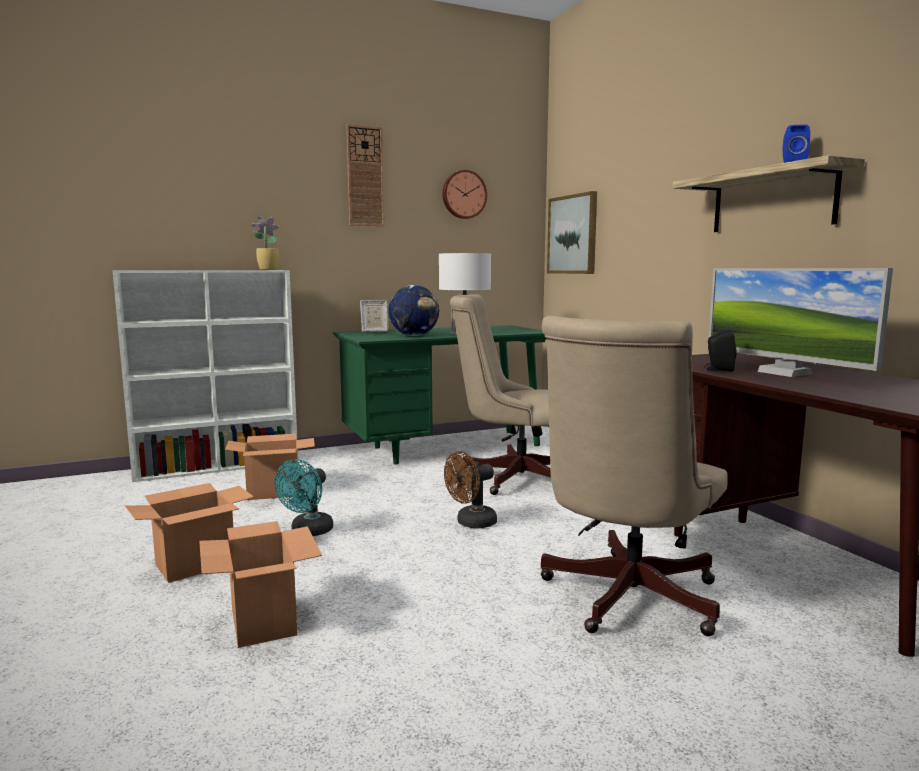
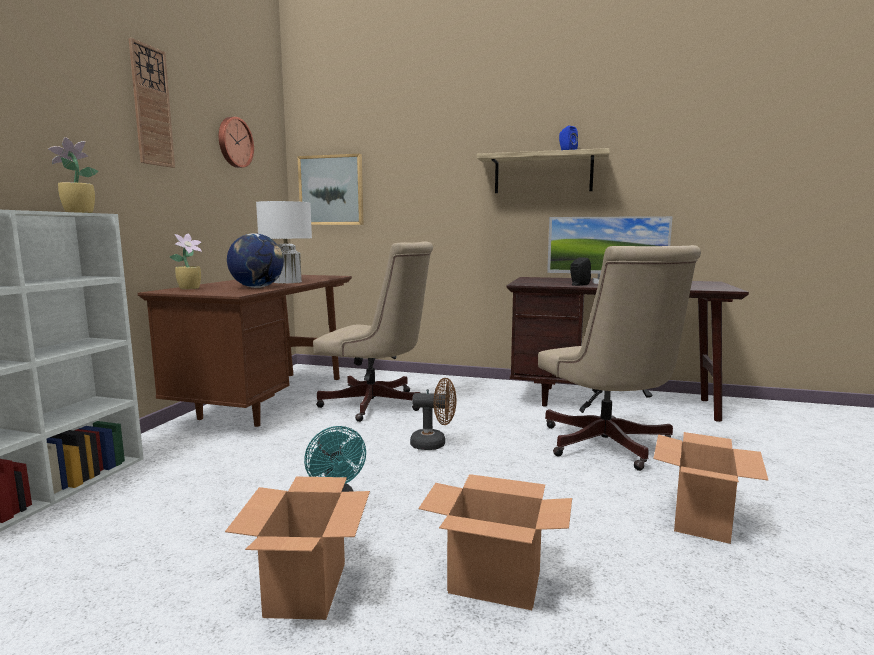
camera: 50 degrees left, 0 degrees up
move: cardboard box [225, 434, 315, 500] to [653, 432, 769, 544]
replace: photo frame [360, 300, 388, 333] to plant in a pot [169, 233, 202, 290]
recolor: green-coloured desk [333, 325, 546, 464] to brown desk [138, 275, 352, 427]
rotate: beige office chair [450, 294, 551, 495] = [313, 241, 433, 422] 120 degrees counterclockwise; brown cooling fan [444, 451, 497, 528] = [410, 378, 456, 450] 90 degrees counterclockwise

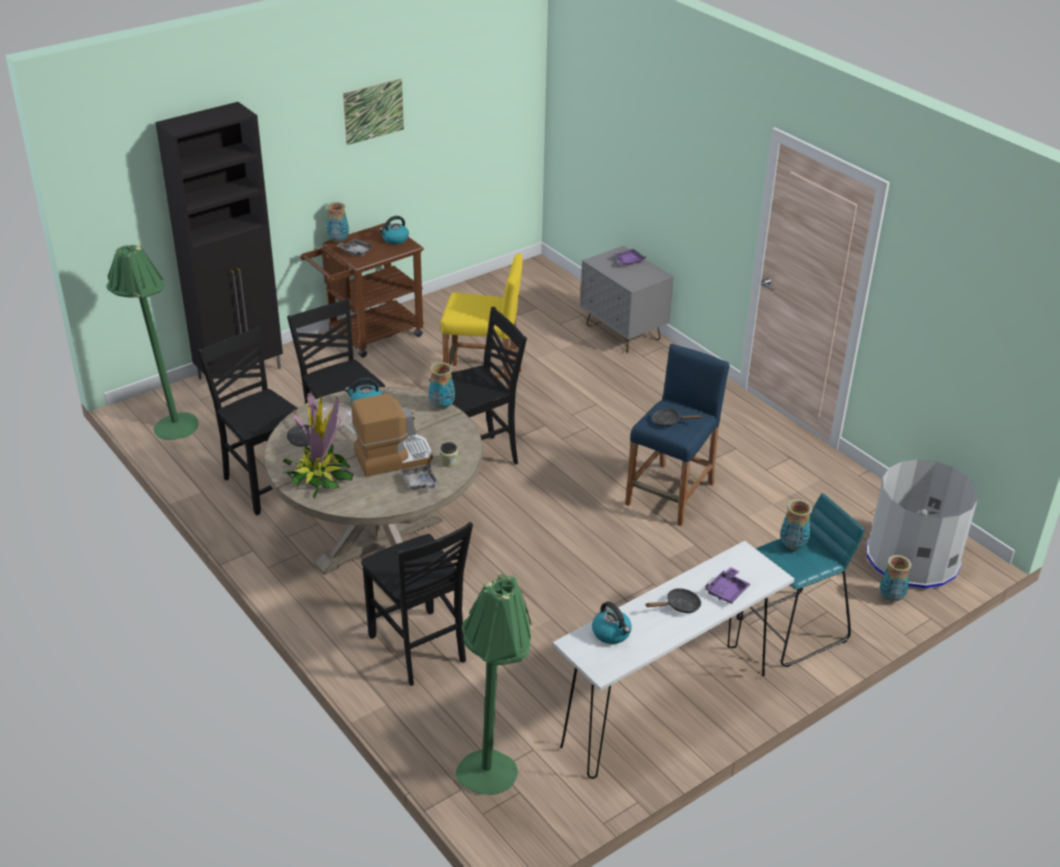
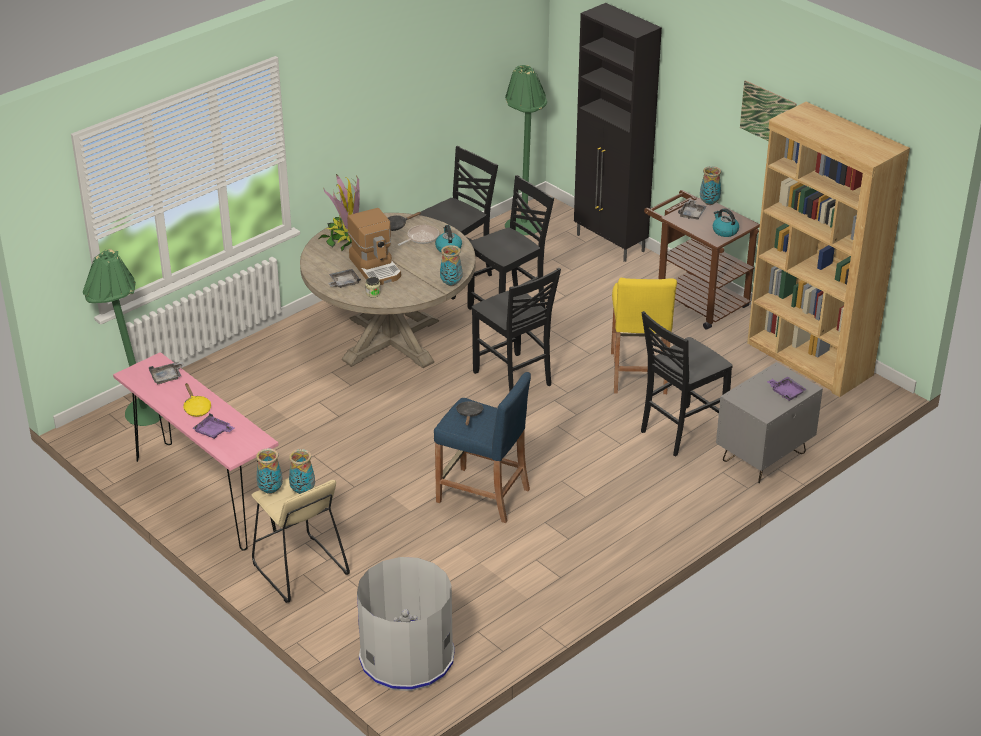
camera: 85 degrees right, 0 degrees up
insert: brown bookshelf [747, 102, 910, 397]
move: black plain chair [361, 522, 473, 686] to [641, 311, 733, 456]; flower vase [880, 555, 911, 602] to [256, 448, 283, 494]
replace: kettle [592, 601, 632, 644] to greyish serving tray [149, 362, 185, 384]
recolor: turquoise-coloured sitting stool [737, 493, 864, 667] to beige sitting stool [252, 478, 350, 603]; white narrow table [553, 541, 794, 779] to pinkish narrow table [113, 352, 278, 551]; black frying pan [645, 588, 701, 613] to yellow-coloured frying pan [183, 383, 211, 417]

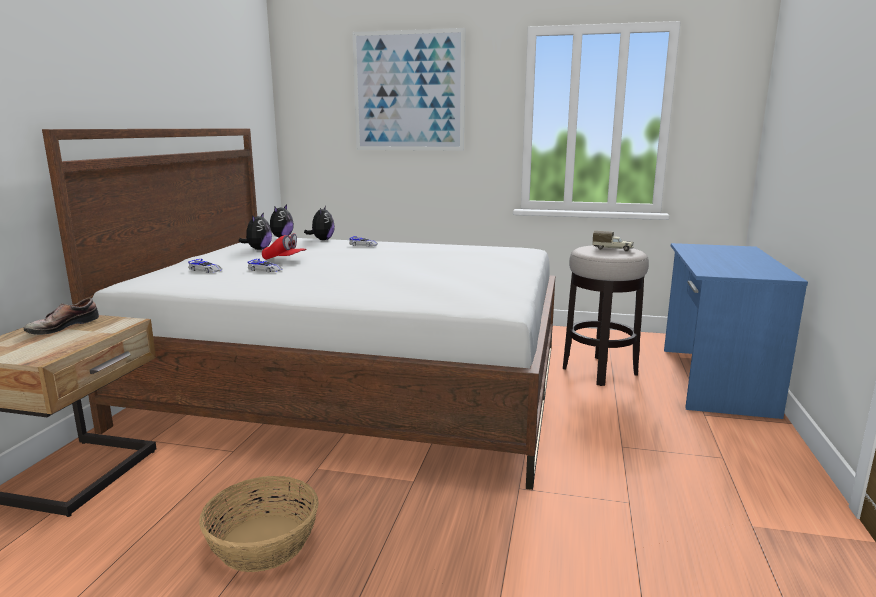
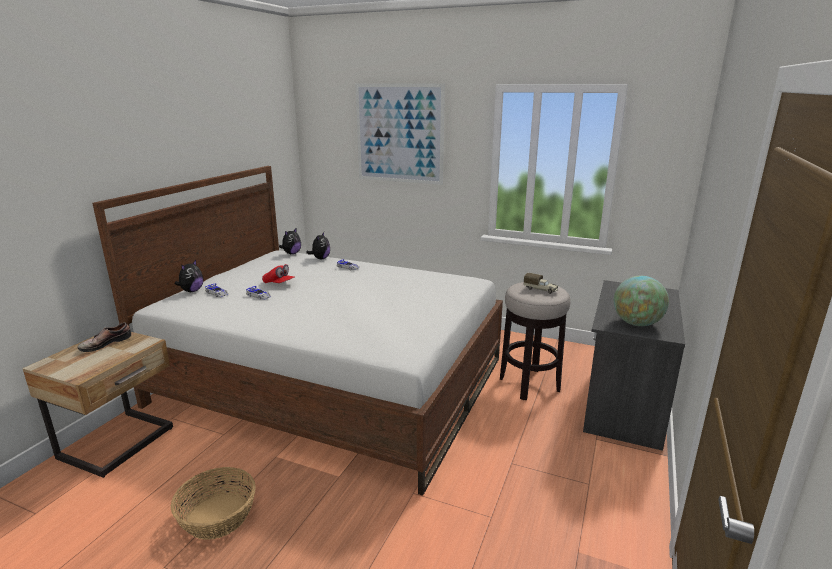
camera: 10 degrees right, 5 degrees up
insert: globe [614, 276, 669, 326]
move: plush toy [239, 212, 272, 250] to [175, 260, 203, 292]
recolor: blue desk [664, 243, 808, 419] to greyish desk [583, 280, 685, 451]

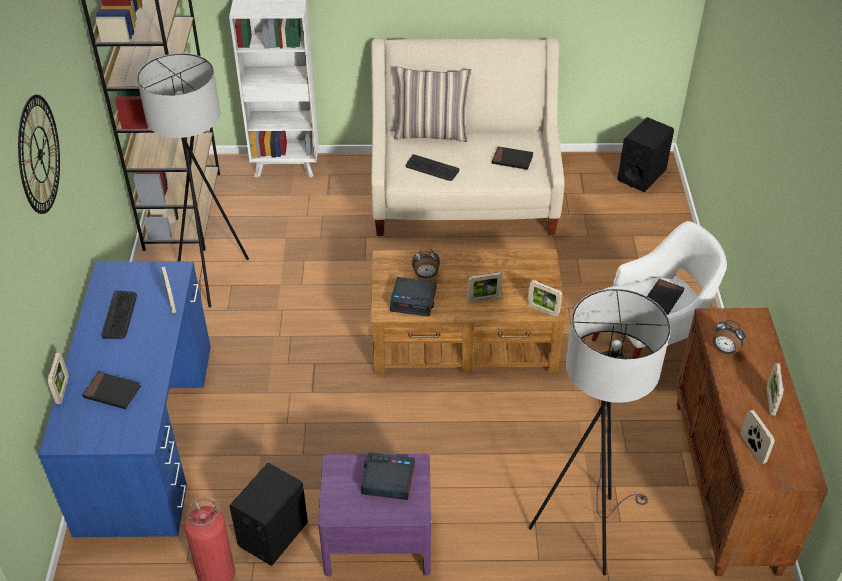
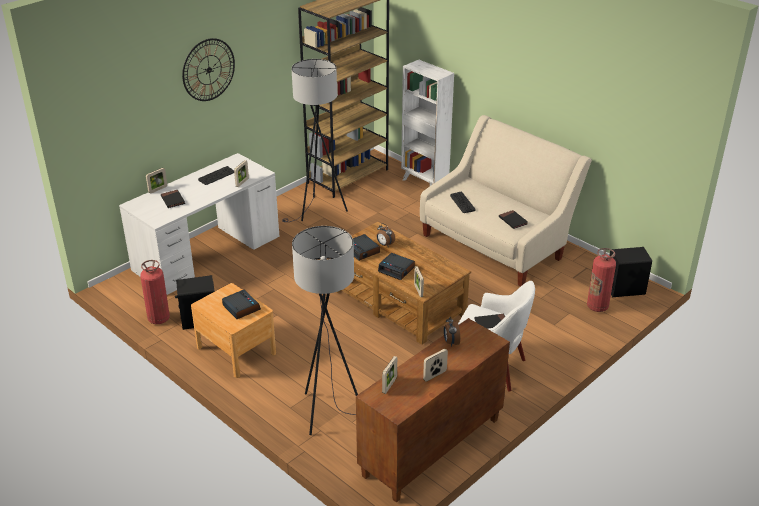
camera: 45 degrees right, 10 degrees down
delete: pillow [394, 67, 472, 142]
insert: extinguisher [587, 248, 616, 312]
replace: photo frame [468, 272, 503, 303] to table clock [378, 253, 415, 280]
recolor: blue desk [38, 261, 211, 537] to white desk [119, 153, 279, 295]; purple-coloured night table [318, 454, 431, 576] to brown night table [191, 283, 276, 378]

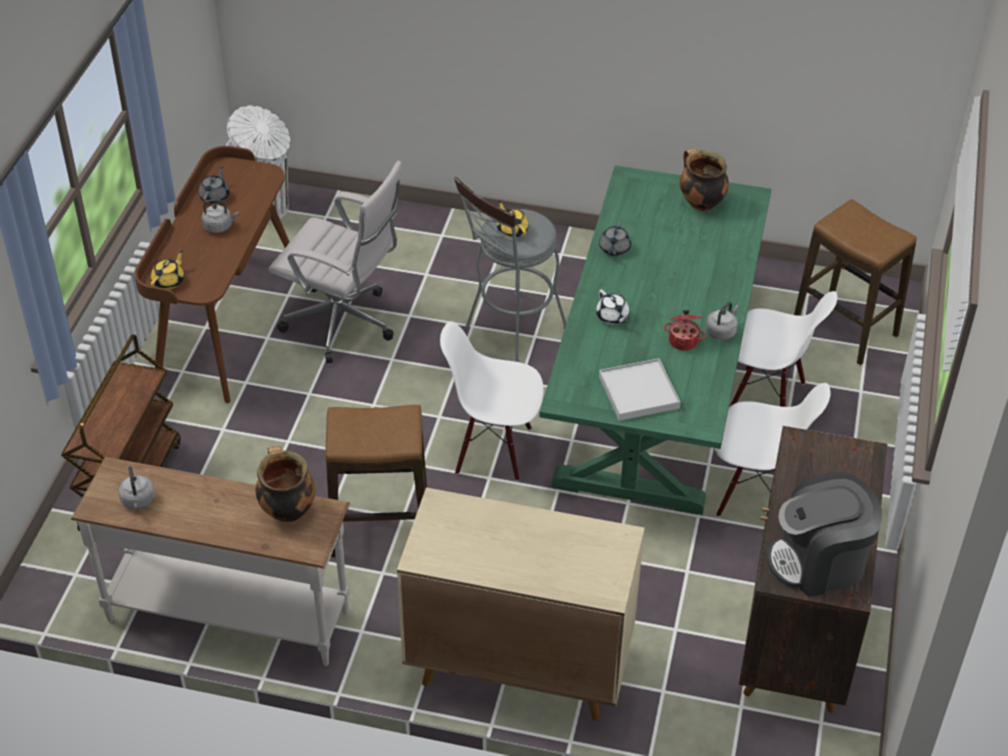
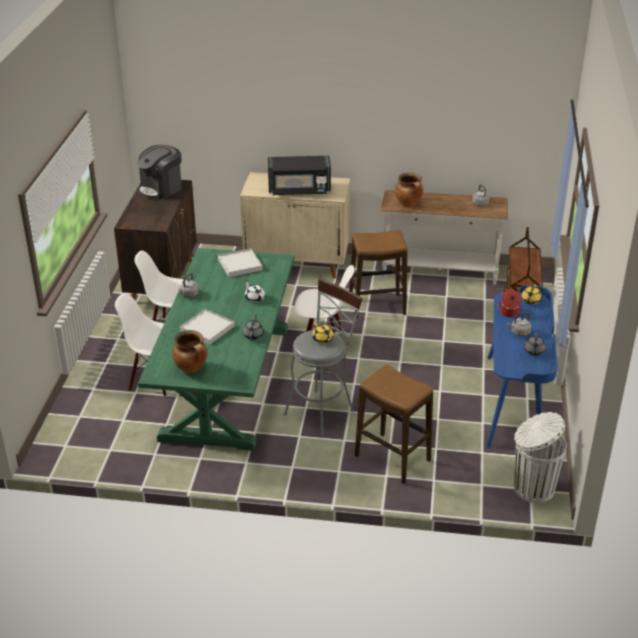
camera: 175 degrees right, 10 degrees down
delete: white office chair [269, 161, 404, 363]
insert: black microwave oven [268, 155, 331, 195]; white serving tray [180, 309, 235, 345]
move: sitting stool [794, 199, 917, 365] to [355, 364, 433, 484]; stockpot [664, 310, 706, 351] to [497, 289, 523, 317]
recolor: brown desk [134, 146, 290, 403] to blue desk [486, 285, 558, 448]
rotate: coffee machine [768, 472, 882, 597] = [137, 145, 182, 199] 150 degrees clockwise

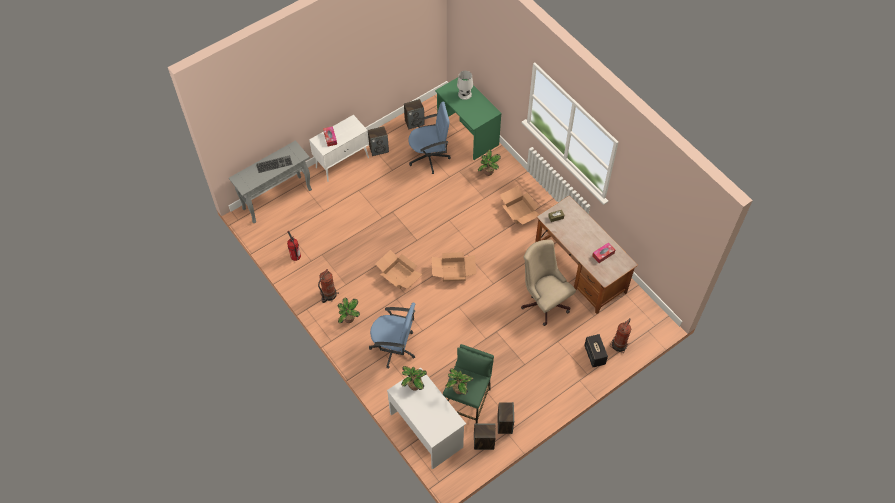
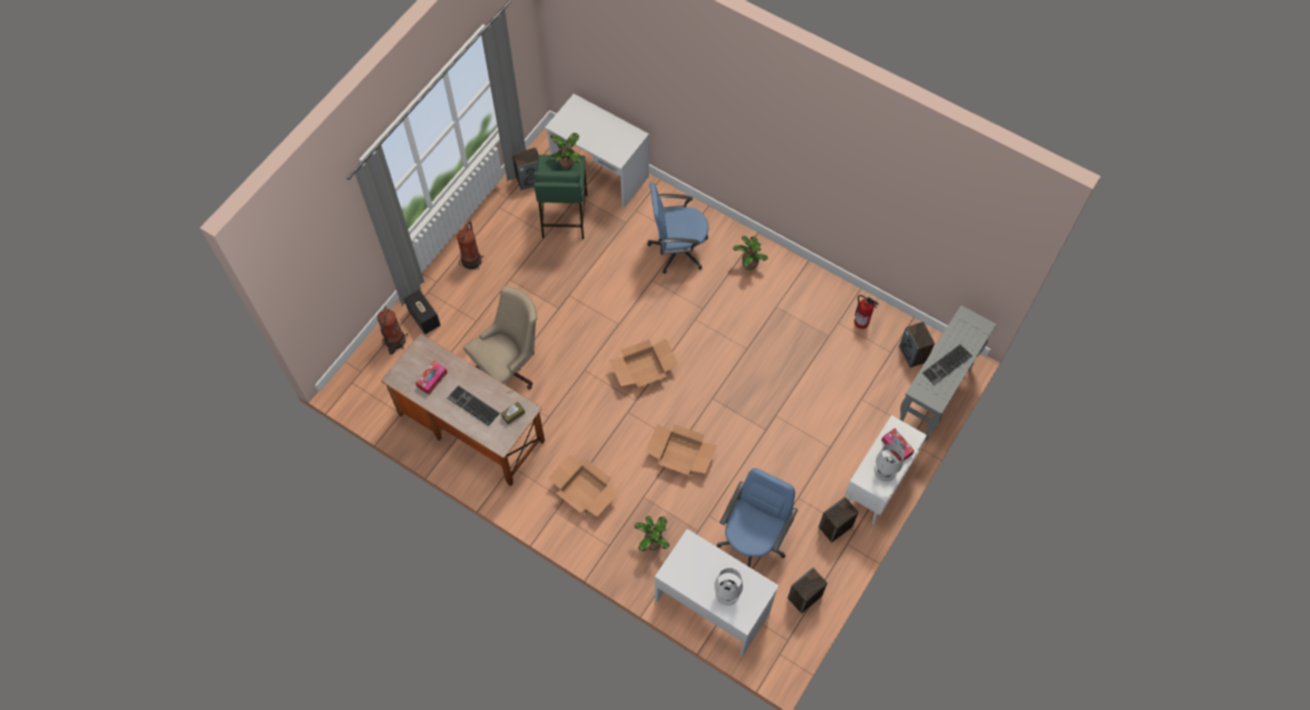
camera: 160 degrees right, 5 degrees up
delete: plant in a pot [401, 366, 427, 391]
insert: keyboard [447, 385, 500, 427]; white table lamp [874, 443, 904, 482]
move: cardboard box [376, 250, 422, 289] to [645, 424, 717, 475]; extinguisher [318, 269, 339, 303] to [457, 221, 483, 270]; loudspeaker [497, 402, 514, 434] to [899, 322, 935, 368]
recolor: green-coloured desk [435, 77, 502, 160] to white desk [655, 529, 779, 657]
rotate: blue office chair [408, 102, 451, 174] = [717, 468, 798, 567] 150 degrees clockwise; beige office chair [521, 240, 576, 326] = [463, 286, 537, 390] 75 degrees counterclockwise

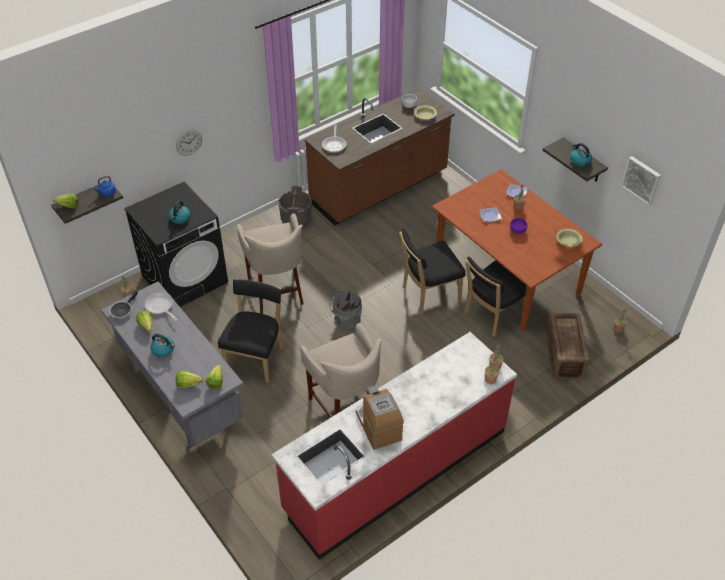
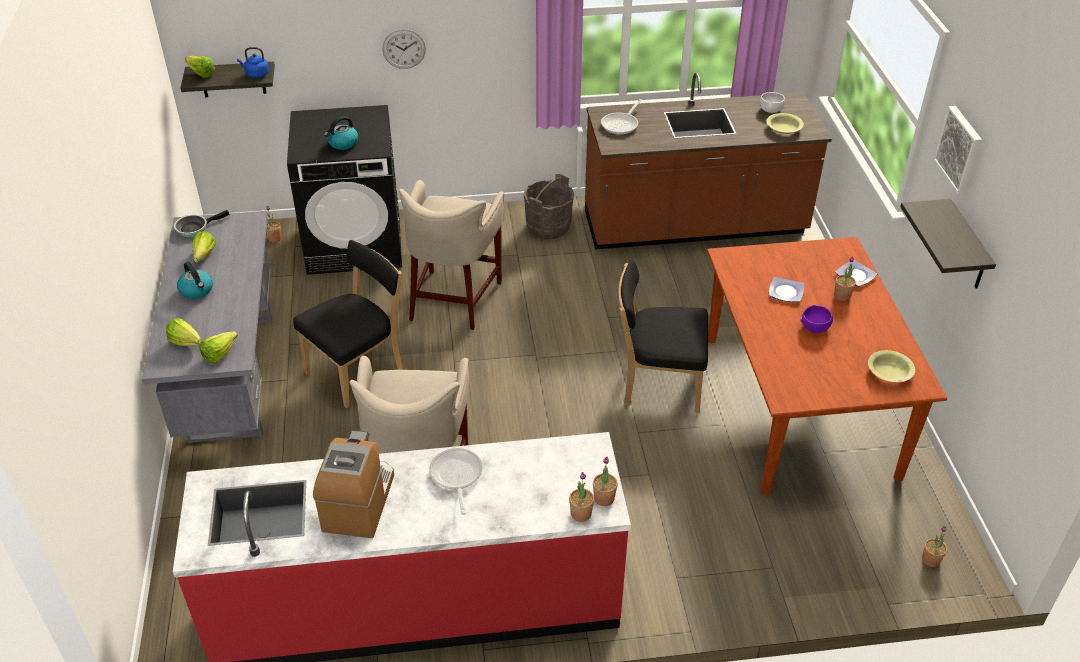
camera: 30 degrees right, 5 degrees down
delete: kettle [570, 143, 592, 166]; black plain chair [464, 256, 527, 337]; greyish water bucket [330, 291, 362, 329]; shipping crate [546, 313, 589, 379]
move: wall art [621, 156, 661, 205] to [933, 106, 982, 194]; frying pan [145, 293, 177, 321] to [429, 448, 483, 515]

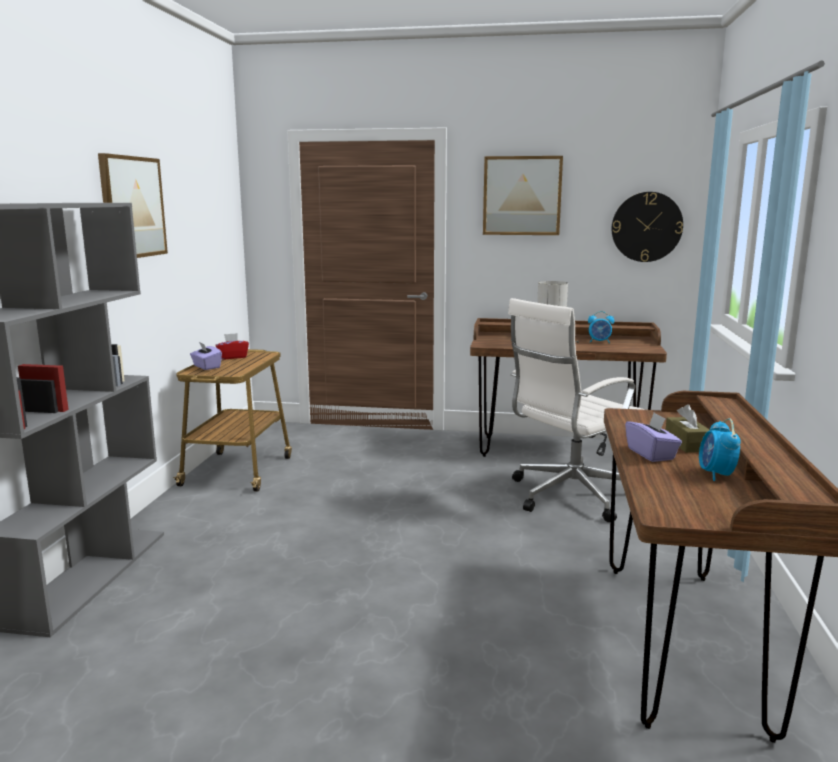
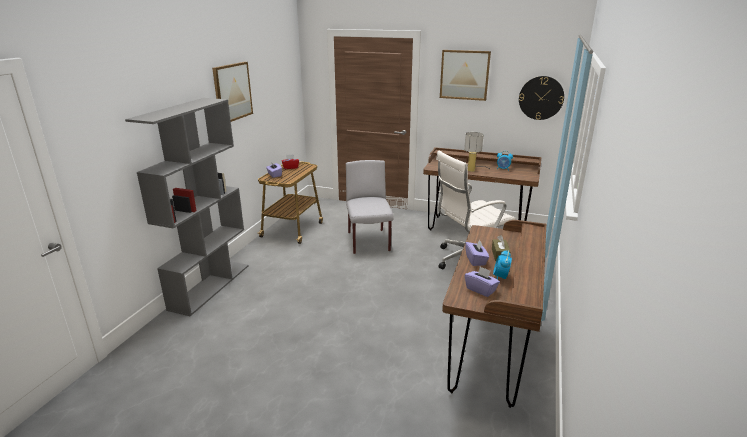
camera: 10 degrees right, 10 degrees up
insert: greyish plain chair [346, 160, 394, 254]; purple-coloured tissue box [465, 267, 500, 297]

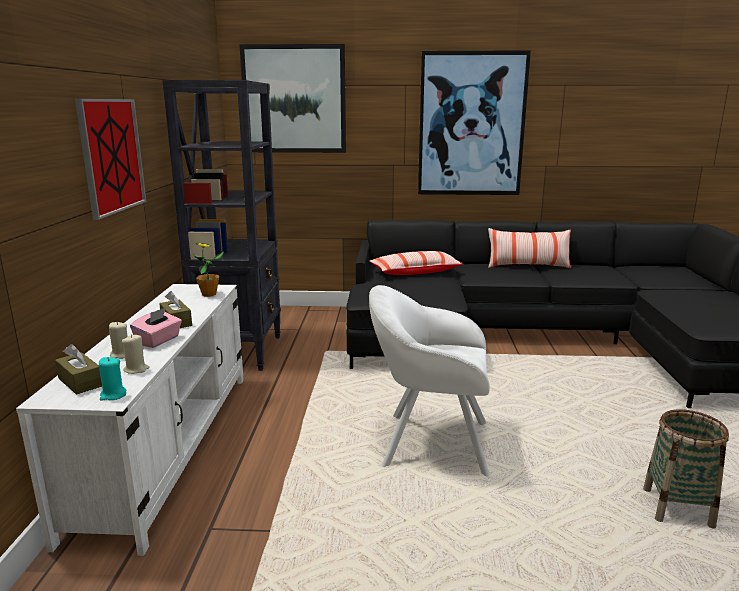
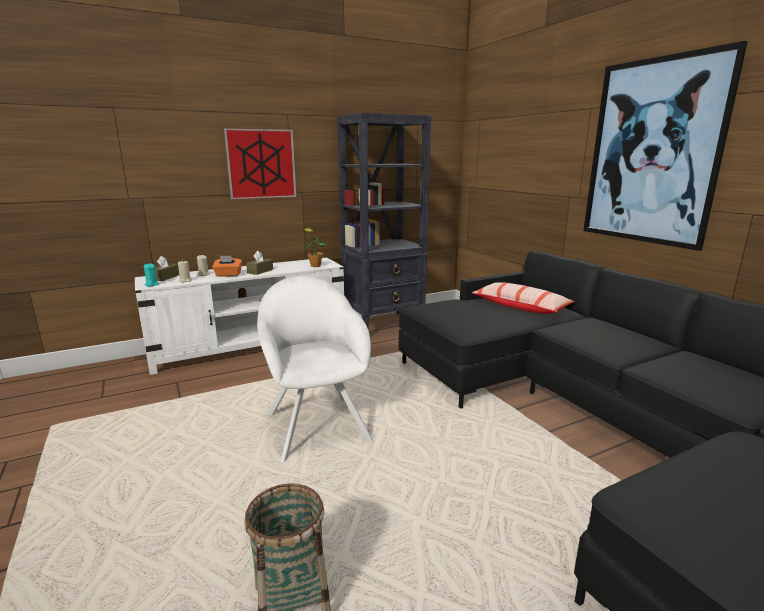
camera: 60 degrees right, 0 degrees up
delete: wall art [239, 44, 346, 153]; pillow [488, 228, 571, 269]
recolor: pinkish tissue box [130, 307, 182, 348] to orangey tissue box [212, 256, 242, 277]

